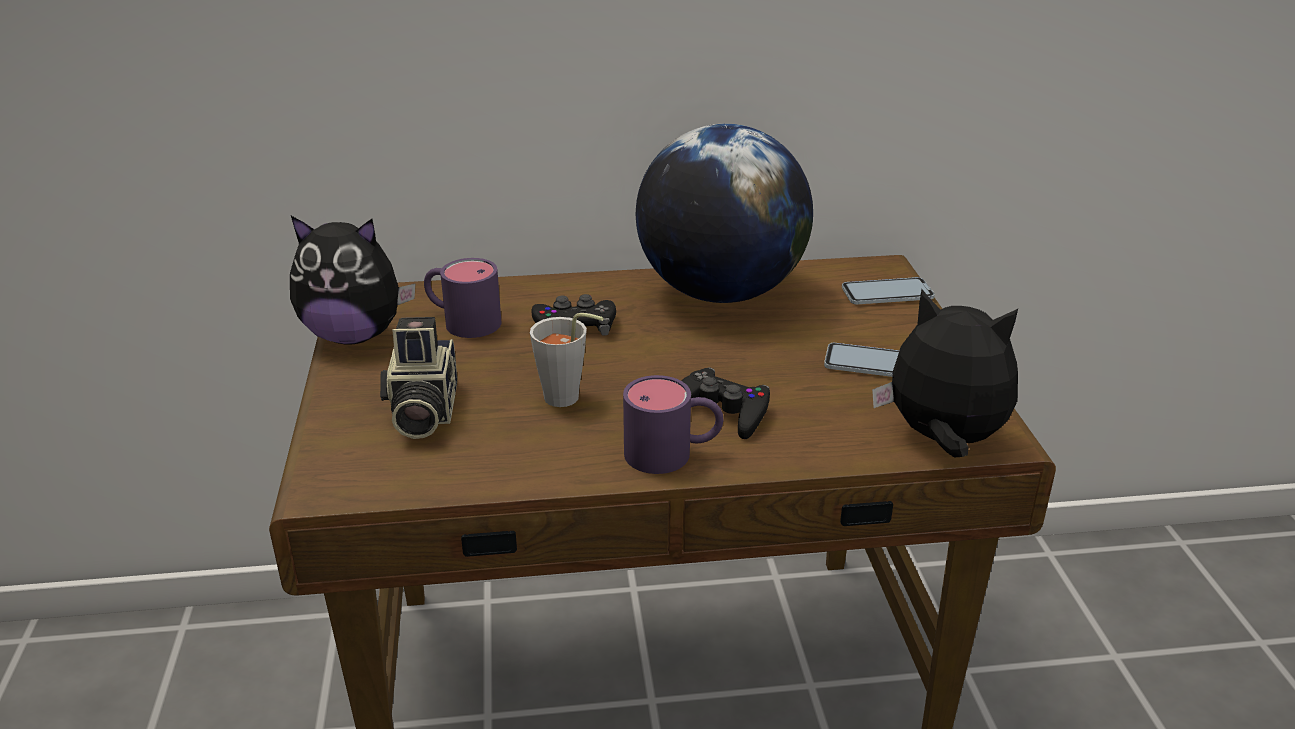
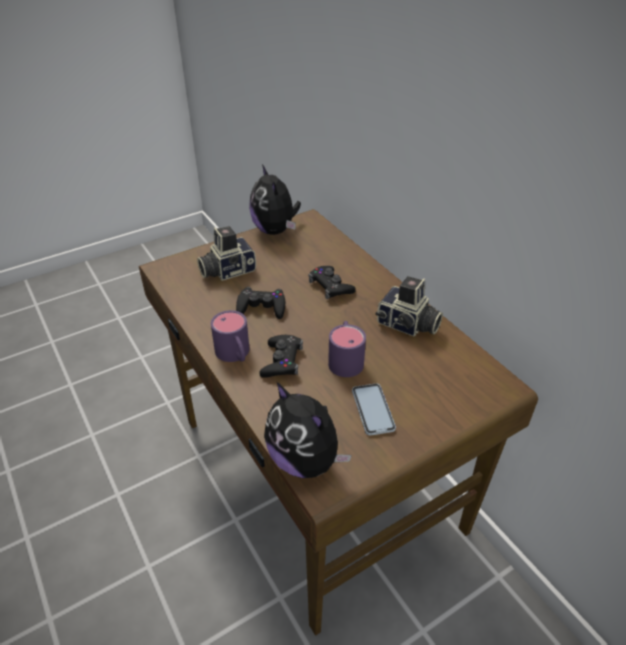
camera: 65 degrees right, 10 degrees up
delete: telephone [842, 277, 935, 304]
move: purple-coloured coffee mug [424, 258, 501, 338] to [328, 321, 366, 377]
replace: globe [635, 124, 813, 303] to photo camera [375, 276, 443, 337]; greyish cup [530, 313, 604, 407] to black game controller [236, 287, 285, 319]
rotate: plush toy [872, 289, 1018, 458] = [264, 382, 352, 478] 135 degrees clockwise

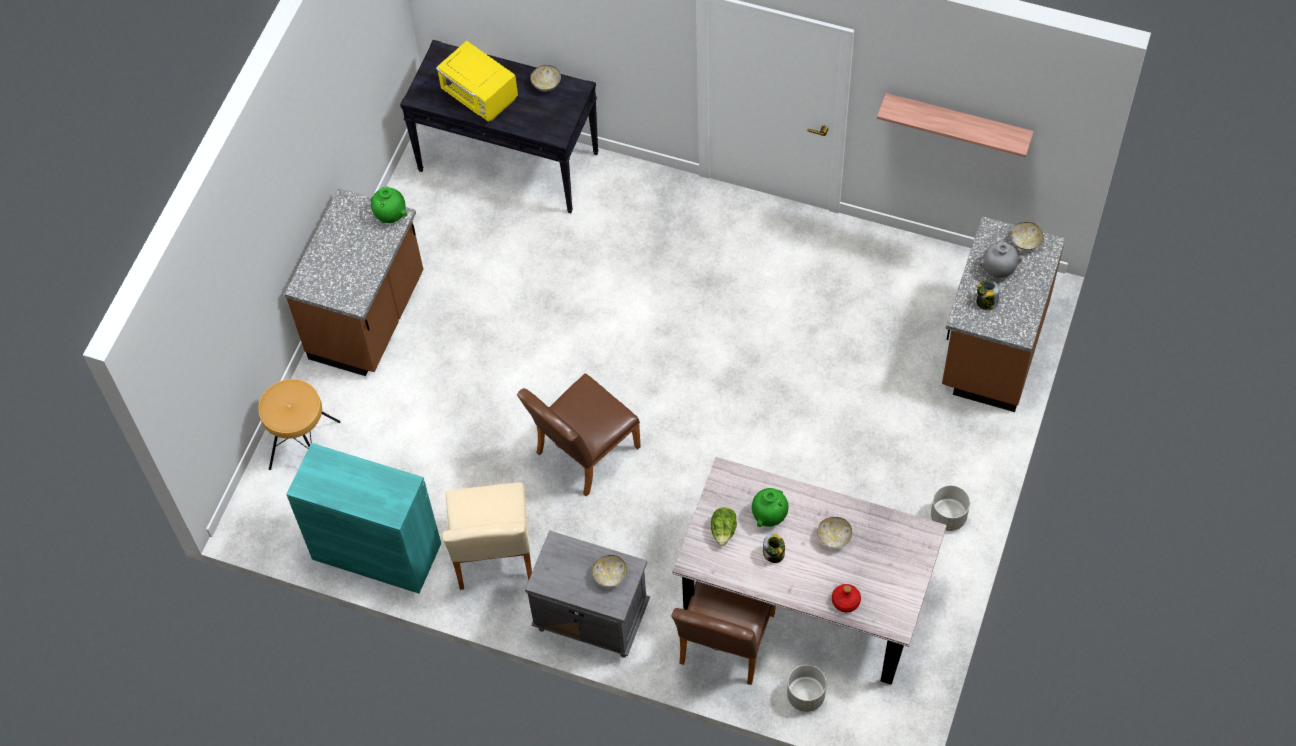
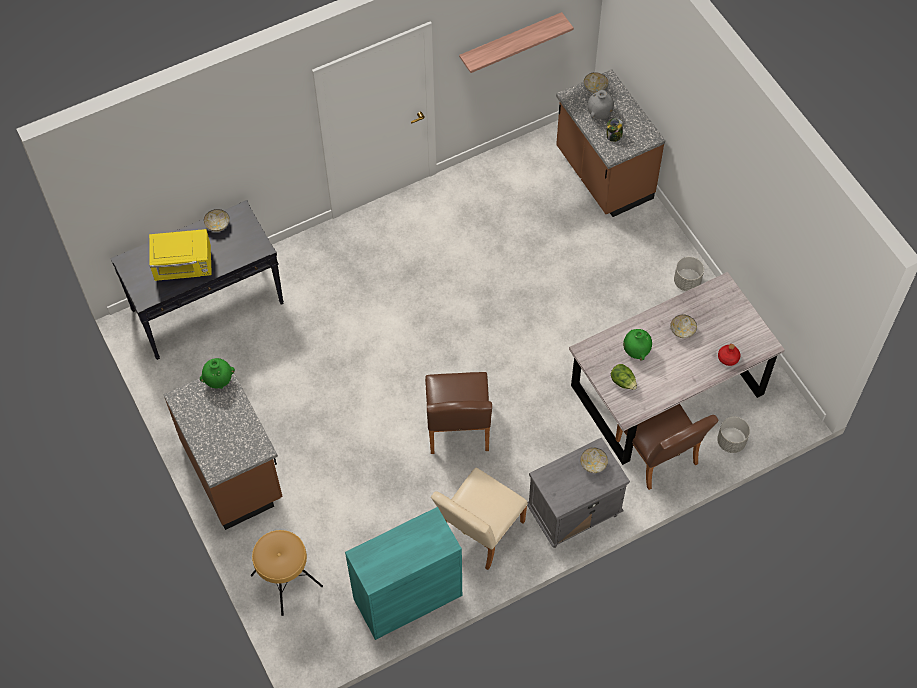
camera: 50 degrees left, 0 degrees up
delete: jar [763, 534, 785, 563]
rotate: beige plain chair [442, 482, 532, 590] = [431, 468, 528, 570] 90 degrees clockwise

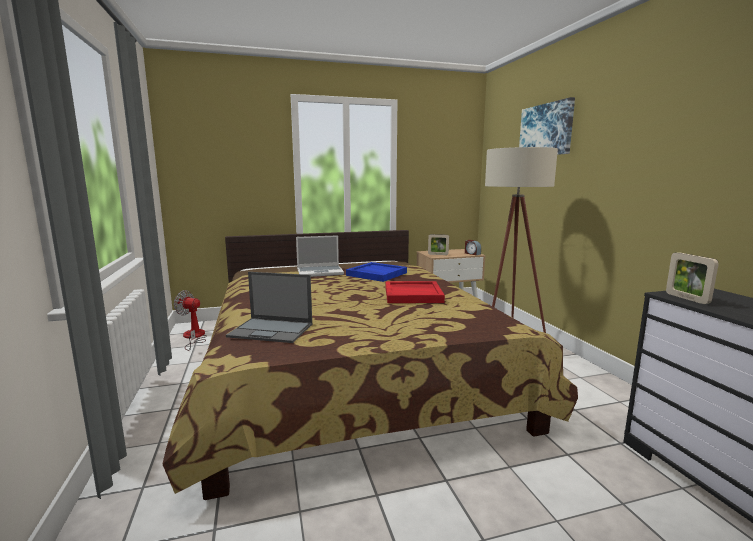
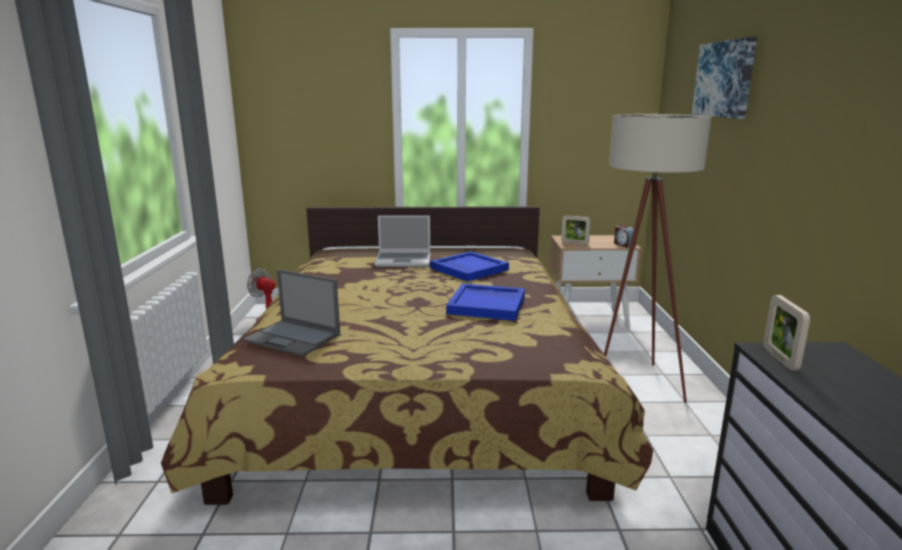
camera: 15 degrees right, 5 degrees up
recolor: red serving tray [385, 281, 445, 303] to blue serving tray [446, 283, 525, 321]

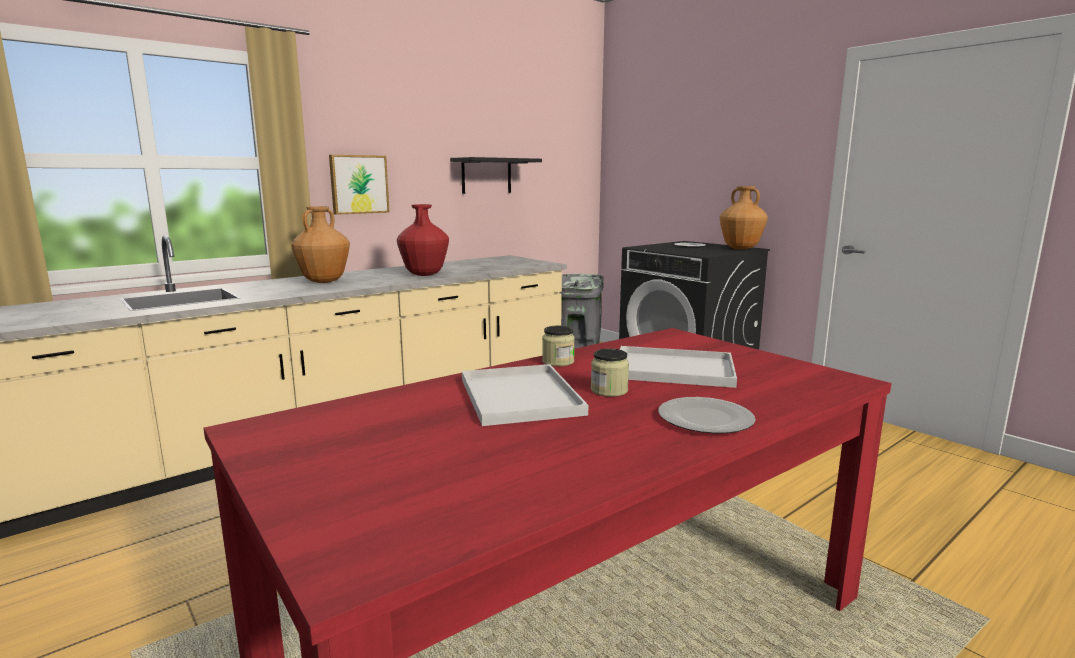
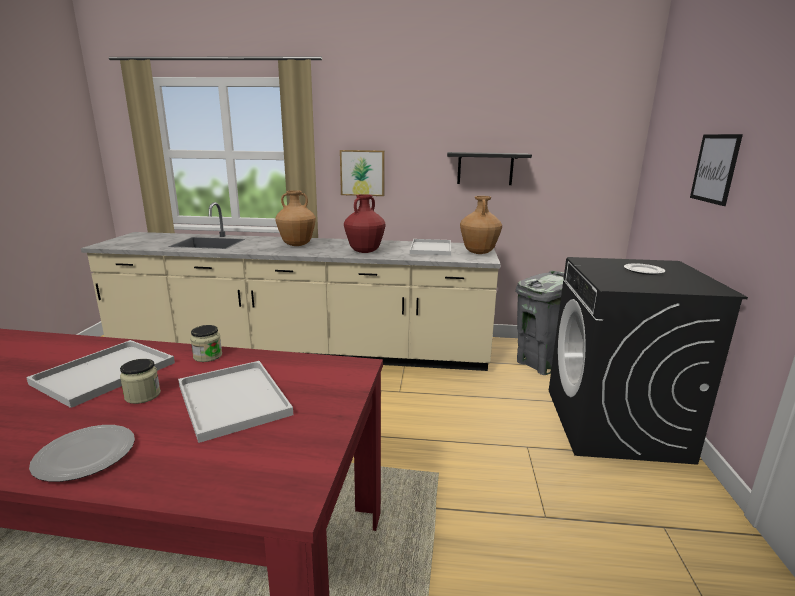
camera: 45 degrees right, 5 degrees up
insert: wall art [690, 134, 743, 206]; white serving tray [410, 239, 451, 255]
move: brown flower vase [720, 186, 768, 250] to [460, 196, 502, 254]

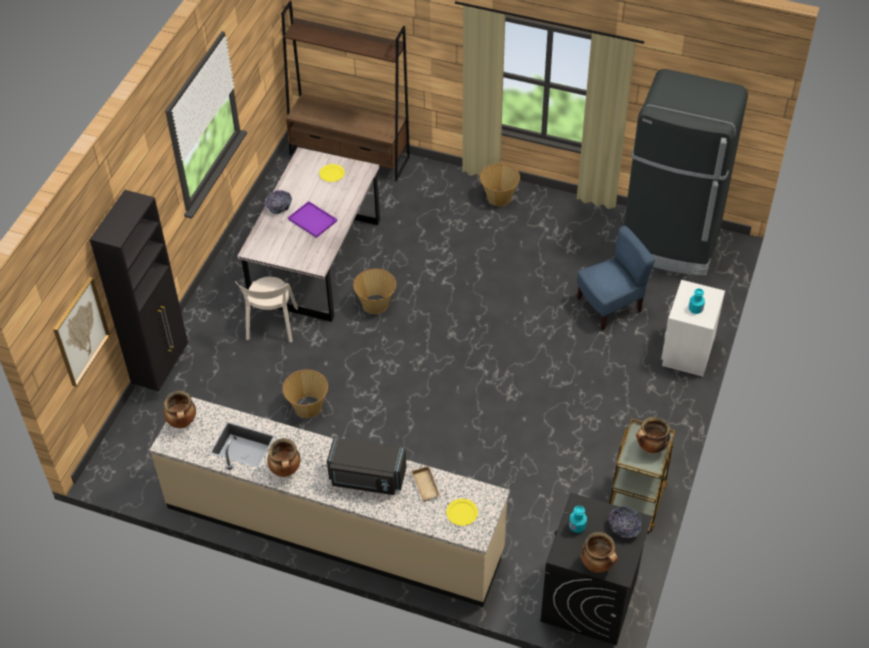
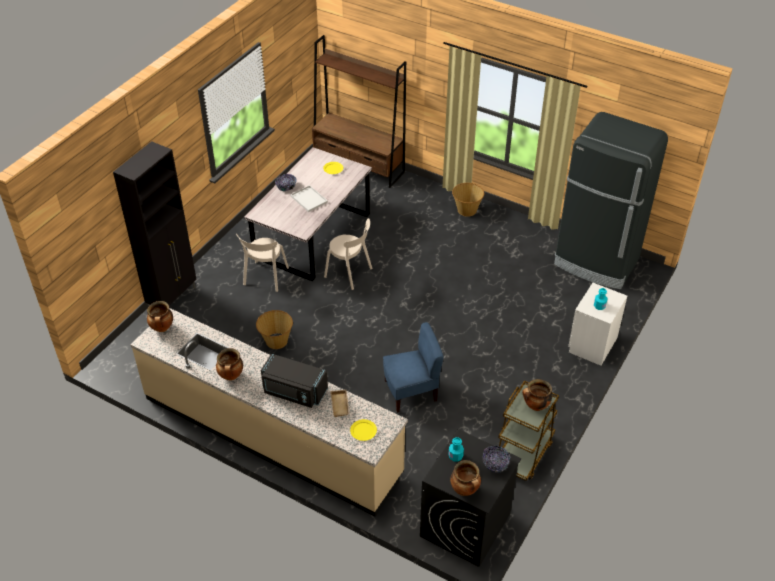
camera: 10 degrees right, 5 degrees down
delete: wall art [53, 277, 110, 387]
move: blue plain chair [577, 225, 655, 331] to [383, 322, 444, 413]
replace: household basket [353, 269, 396, 314] to beige plain chair [324, 218, 373, 290]
recolor: purple-coloured serving tray [288, 201, 337, 238] to white serving tray [290, 185, 328, 212]

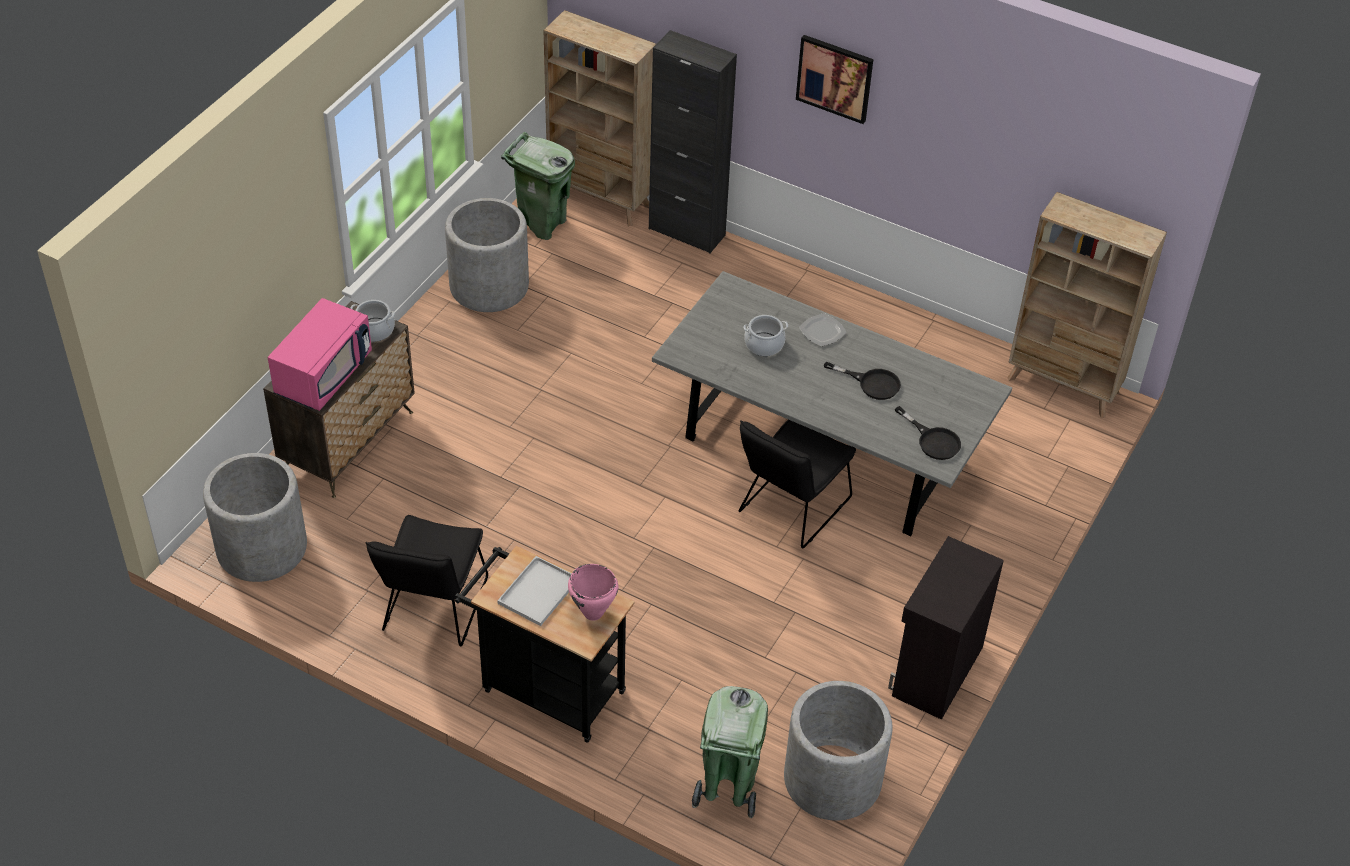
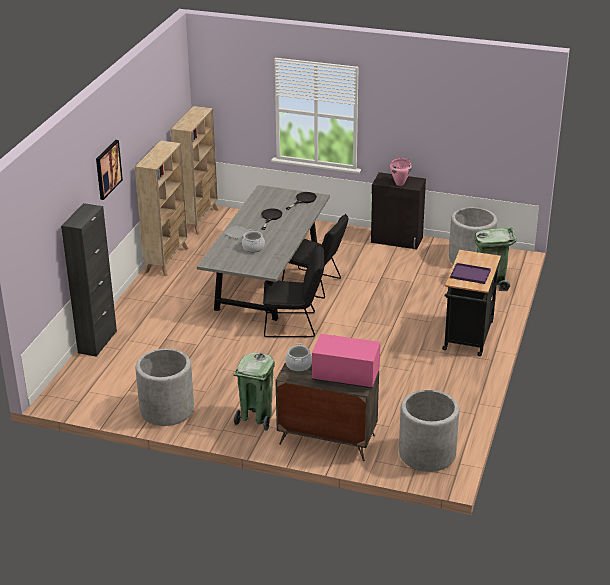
camera: 100 degrees left, 15 degrees down
move: beige bookshelf [544, 10, 656, 226] to [135, 140, 188, 276]; green-coloured waste bin [501, 132, 575, 240] to [233, 353, 275, 431]; black plain chair [366, 515, 488, 646] to [263, 245, 324, 338]; pinkish stockpot [568, 564, 618, 621] to [390, 158, 411, 186]
recolor: white serving tray [497, 556, 571, 626] to purple-coloured serving tray [450, 263, 491, 284]

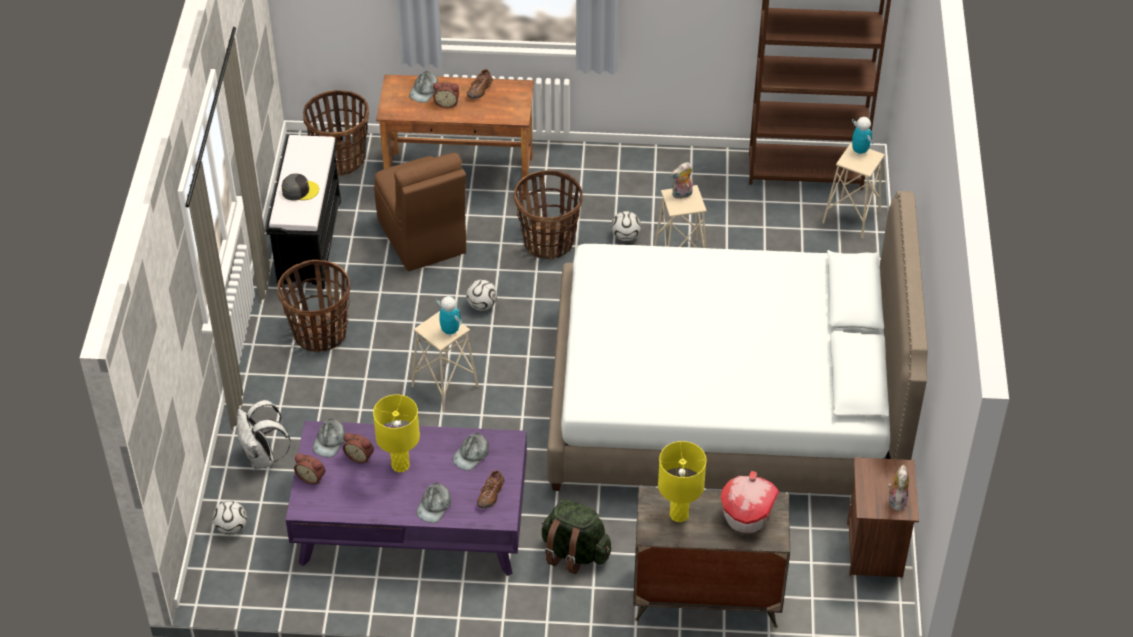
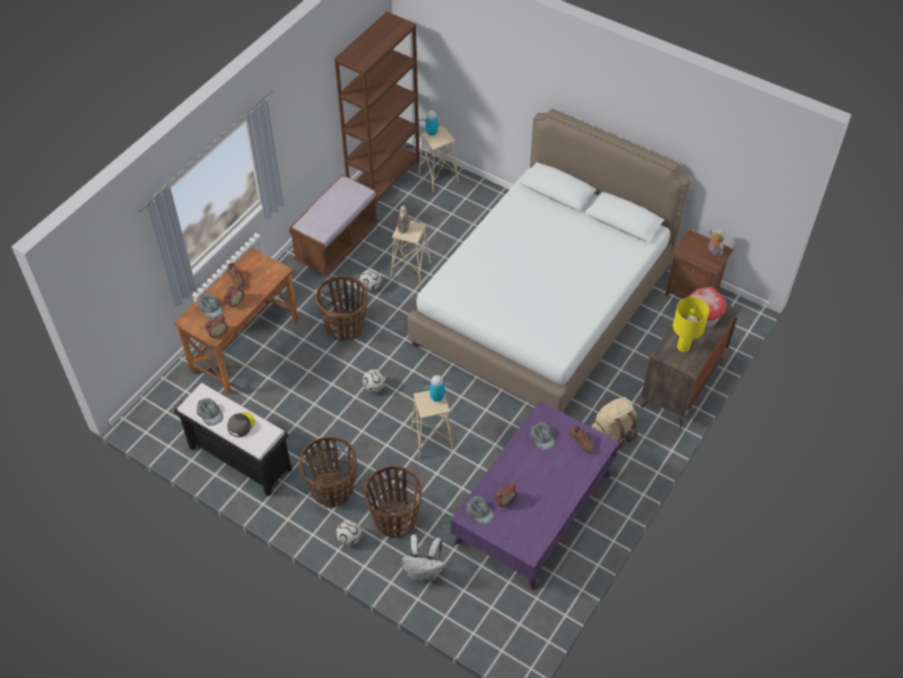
camera: 60 degrees left, 5 degrees up
delete: brown plain chair [374, 153, 466, 271]; yellow-coloured table lamp [373, 395, 420, 472]
insert: brown long seat [289, 175, 379, 276]
move: household basket [303, 90, 369, 176] to [364, 465, 423, 538]; table clock [294, 454, 325, 485] to [205, 315, 228, 338]; greyish peaked cap [416, 482, 451, 523] to [197, 398, 223, 426]; ball for football [213, 501, 247, 535] to [336, 520, 362, 546]
recolor: green-coloured rucksack [542, 500, 611, 574] to beige rucksack [591, 397, 638, 449]

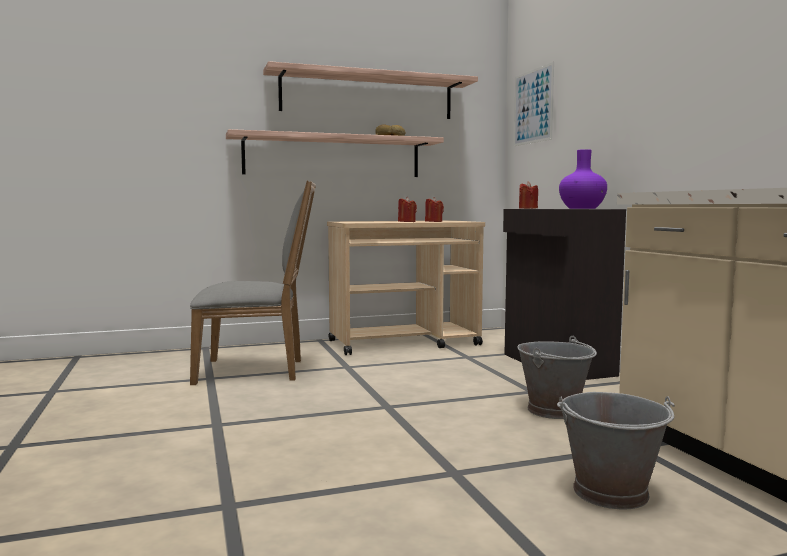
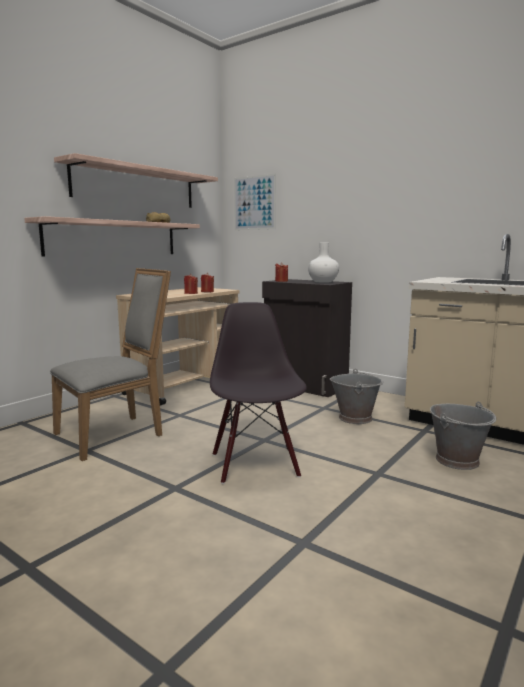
camera: 35 degrees left, 5 degrees up
insert: black plain chair [210, 302, 307, 484]
recolor: purple-coloured flower vase [559, 149, 607, 209] to white flower vase [308, 243, 339, 282]

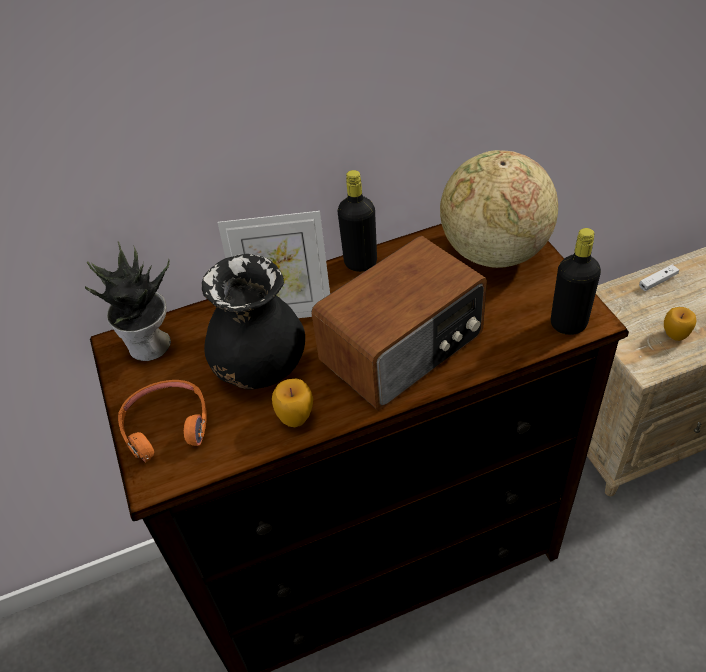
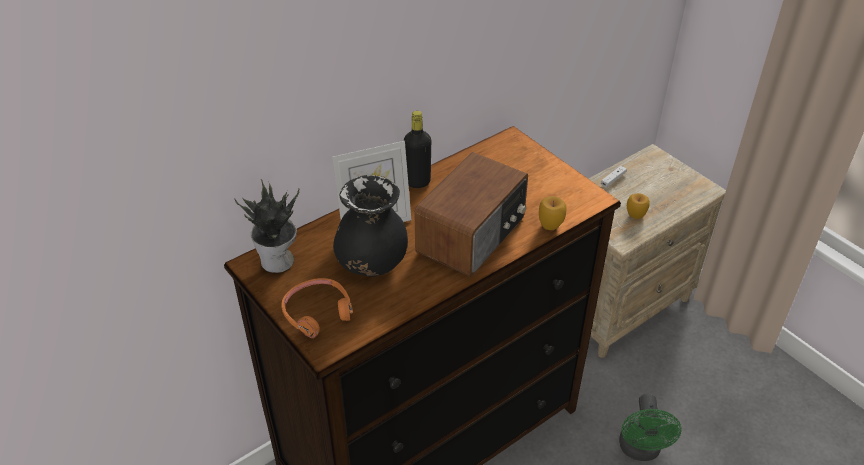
camera: 20 degrees left, 5 degrees down
delete: globe [440, 150, 558, 268]; black beverage bottle [551, 228, 601, 335]
insert: green-coloured cooling fan [619, 394, 681, 461]
move: apple [272, 379, 313, 427] to [539, 196, 567, 230]

